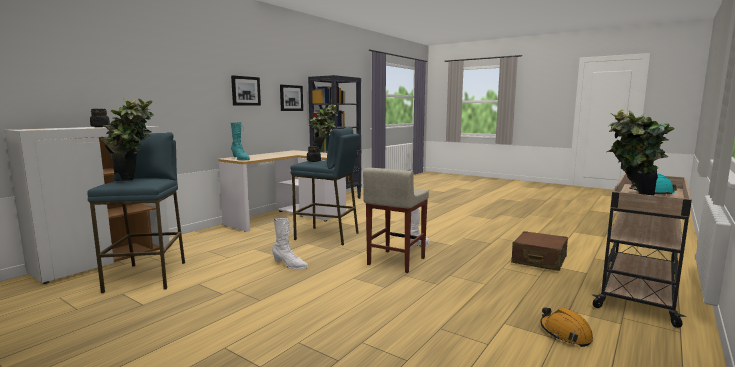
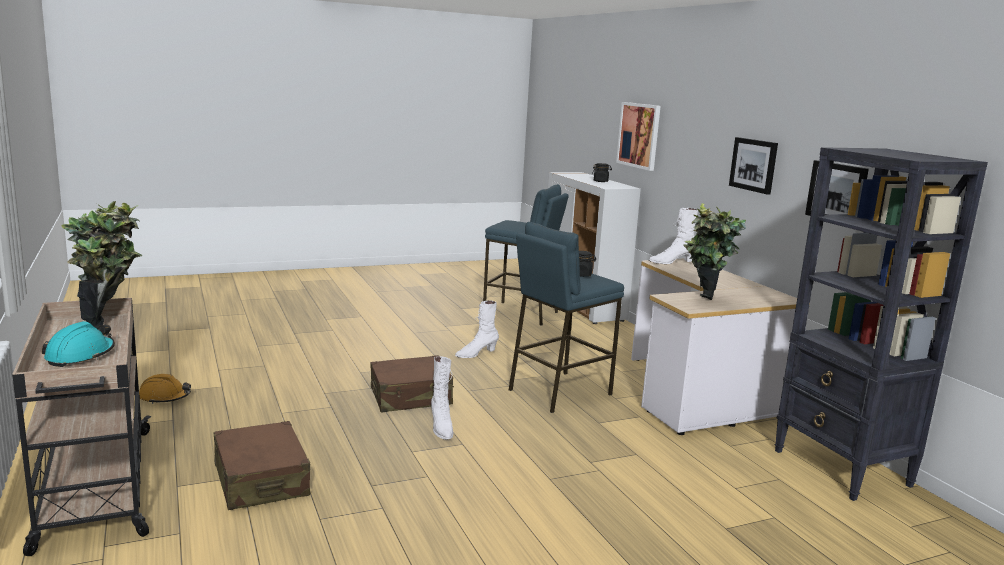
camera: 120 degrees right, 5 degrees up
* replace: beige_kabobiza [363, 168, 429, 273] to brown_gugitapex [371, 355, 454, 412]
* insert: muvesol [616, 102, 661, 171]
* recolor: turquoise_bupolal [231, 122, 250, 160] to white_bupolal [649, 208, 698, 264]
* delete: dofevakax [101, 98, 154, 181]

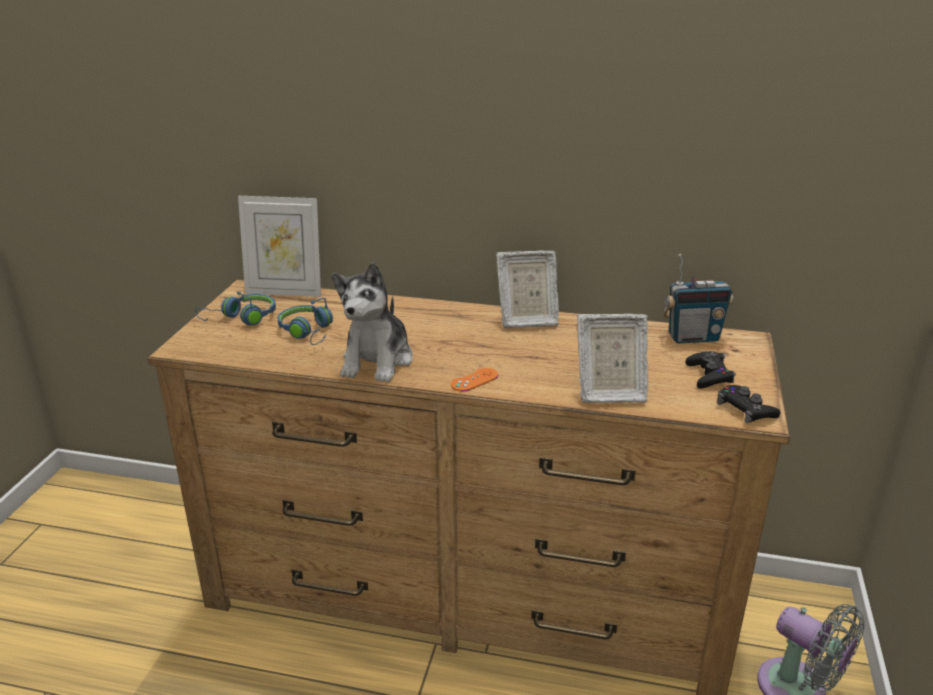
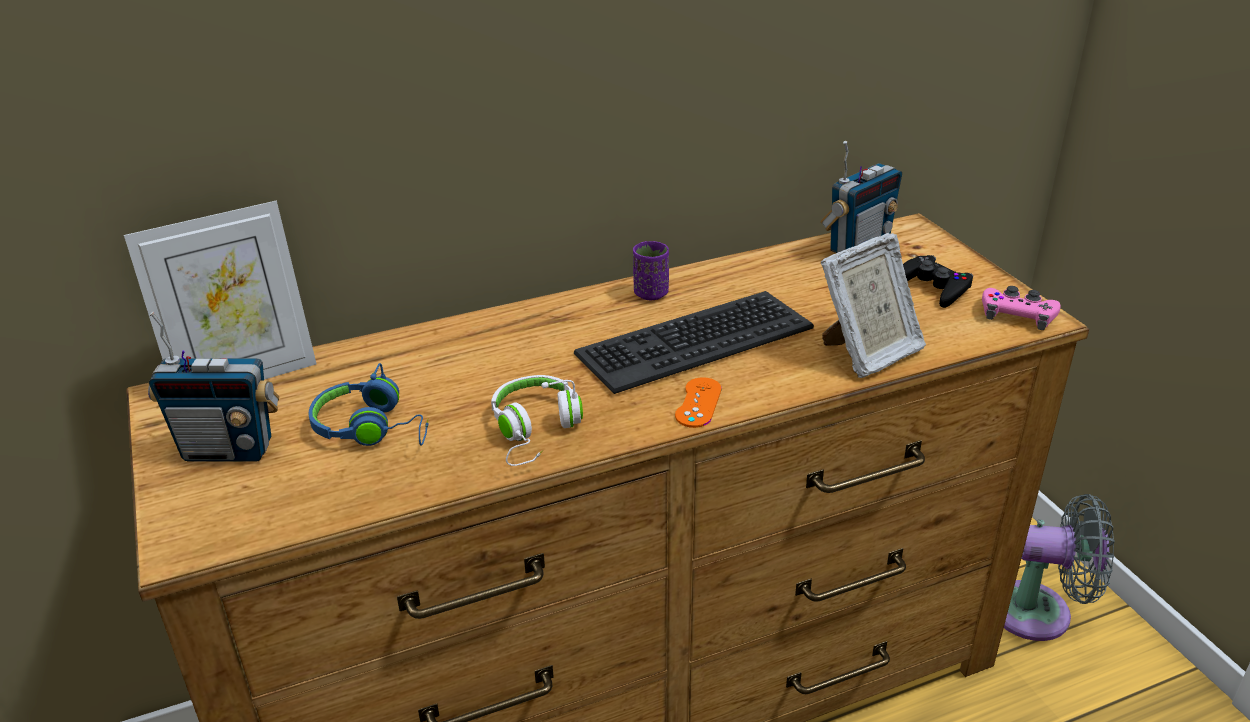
camera: 35 degrees left, 5 degrees up
* replace: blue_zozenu [195, 291, 276, 325] to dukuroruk [148, 312, 279, 462]
* replace: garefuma [332, 262, 413, 383] to white_zozenu [491, 375, 583, 466]
* insert: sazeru [574, 291, 814, 394]
* replace: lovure [496, 251, 559, 328] to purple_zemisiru [633, 241, 669, 300]
* recolor: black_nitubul [717, 385, 780, 423] to pink_nitubul [982, 286, 1061, 330]

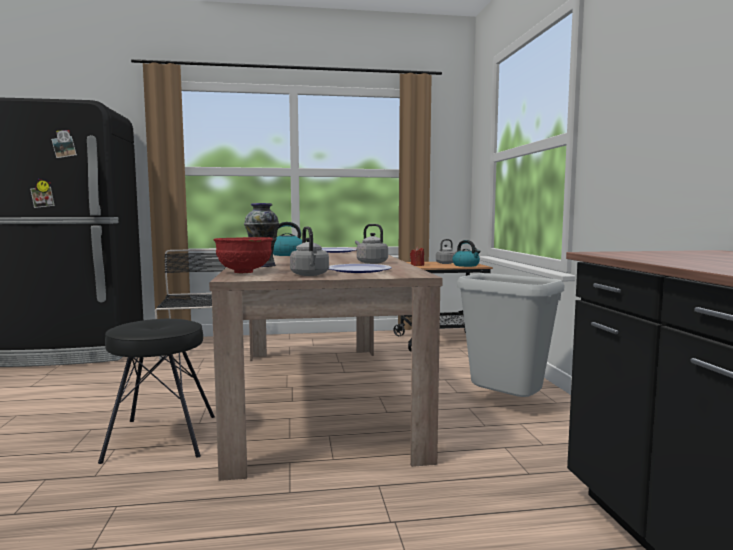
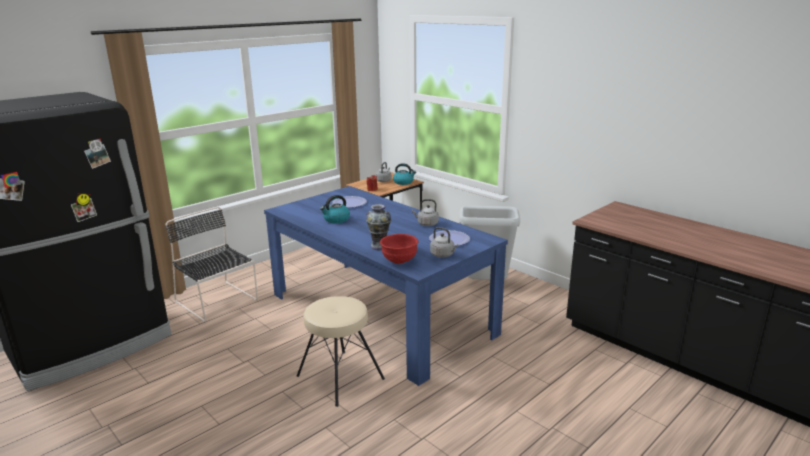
camera: 35 degrees left, 15 degrees up
* recolor: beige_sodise [209, 248, 443, 481] to blue_sodise [264, 186, 508, 386]
* recolor: black_kabobiza [98, 319, 215, 464] to beige_kabobiza [297, 296, 385, 407]

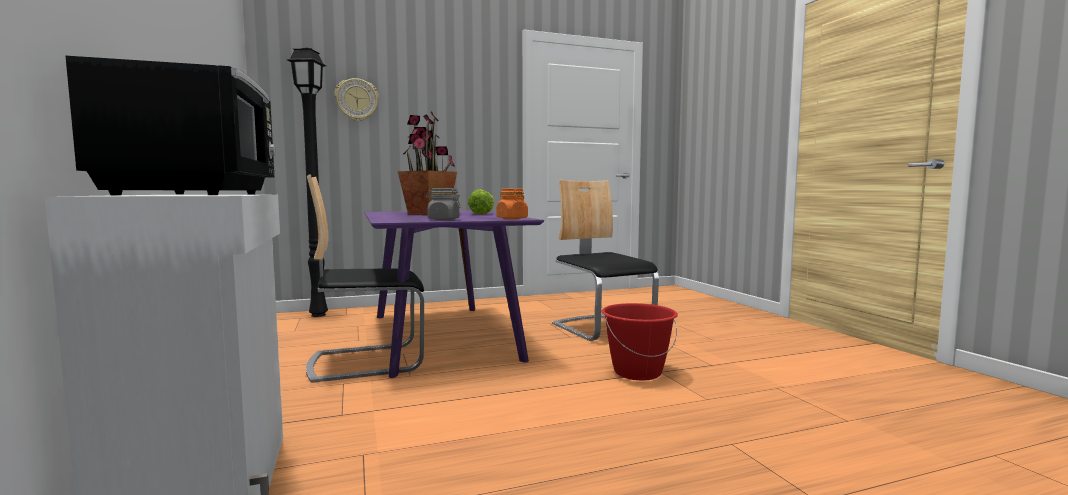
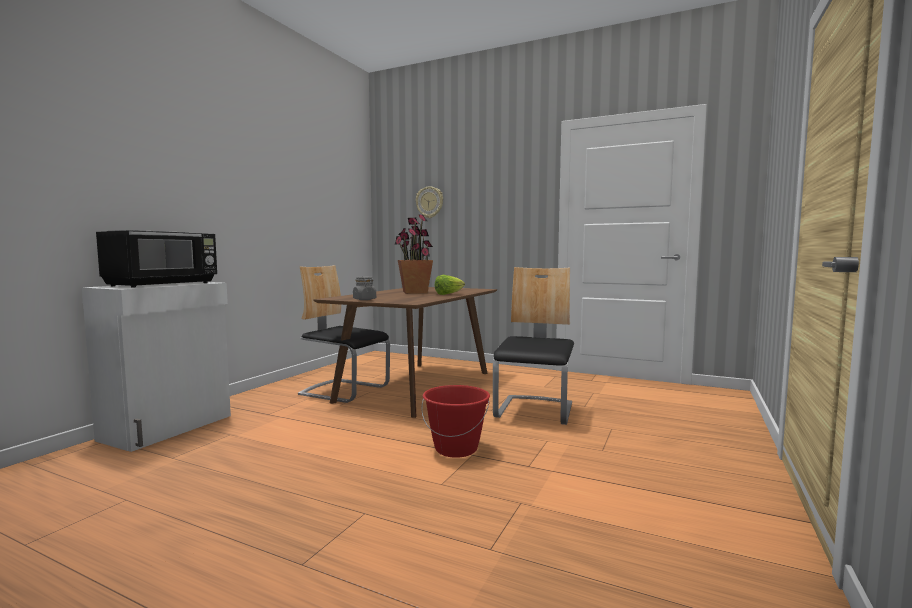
camera: 45 degrees right, 0 degrees up
* recolor: purple_sodise [364, 210, 544, 378] to brown_sodise [313, 287, 497, 418]
* delete: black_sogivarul [287, 48, 328, 317]
* delete: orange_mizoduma [496, 188, 528, 219]

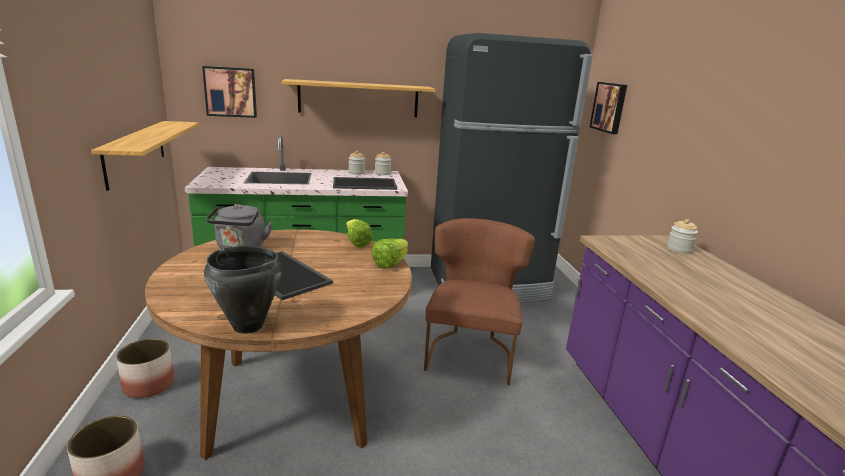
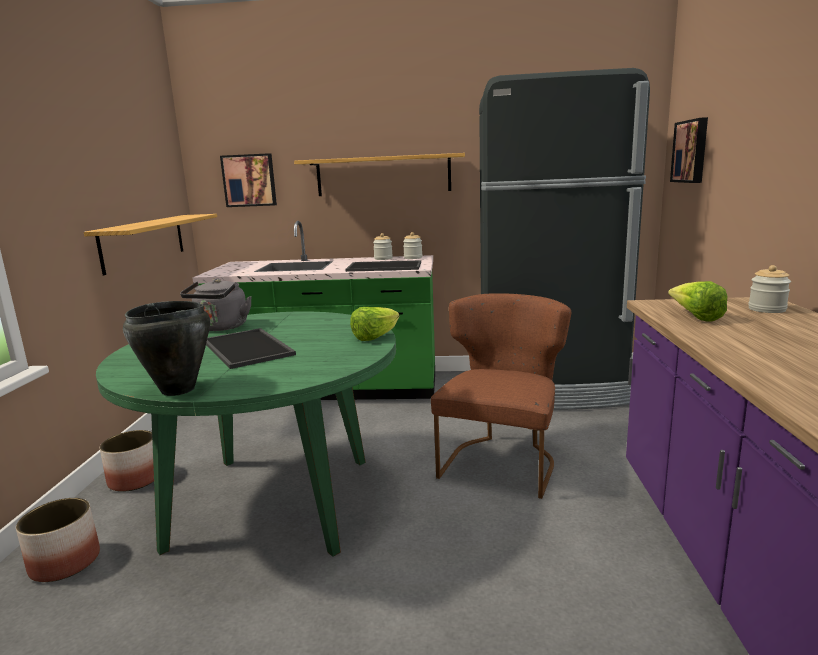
camera: 15 degrees right, 5 degrees down
* recolor: brown_sodise [145, 229, 412, 460] to green_sodise [96, 311, 396, 557]
* move: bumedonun [346, 219, 373, 247] to [668, 281, 728, 322]

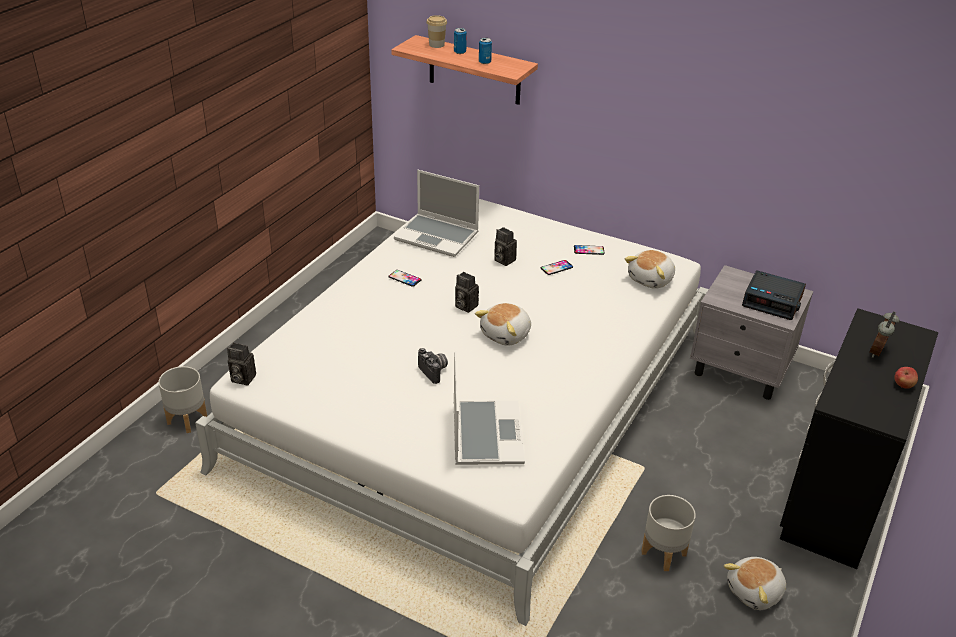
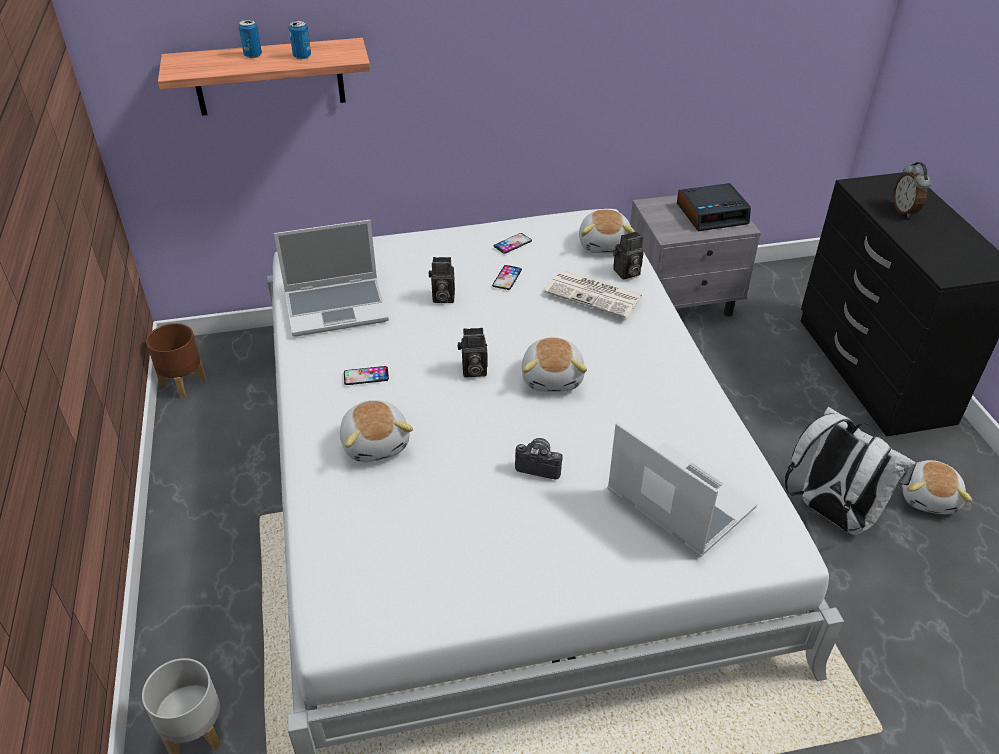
camera: 40 degrees left, 5 degrees up
* insert: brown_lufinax [146, 323, 206, 398]
* insert: garefuma [340, 400, 413, 462]
* insert: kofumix [544, 270, 643, 318]
* move: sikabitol [227, 343, 256, 386] to [613, 231, 644, 279]
* replace: grey_lufinax [641, 495, 696, 571] to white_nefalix [785, 407, 916, 535]
* delete: zemisiru [426, 15, 447, 48]
* delete: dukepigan [894, 367, 918, 389]

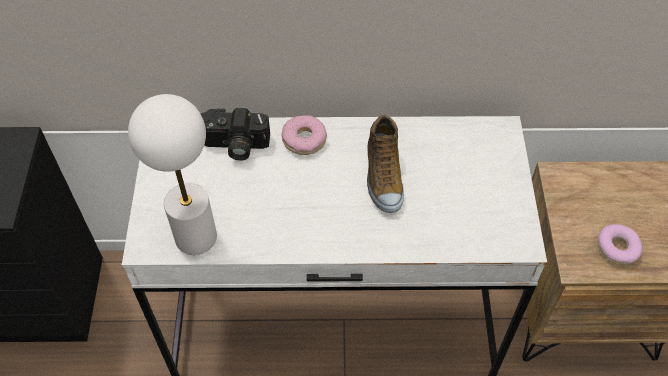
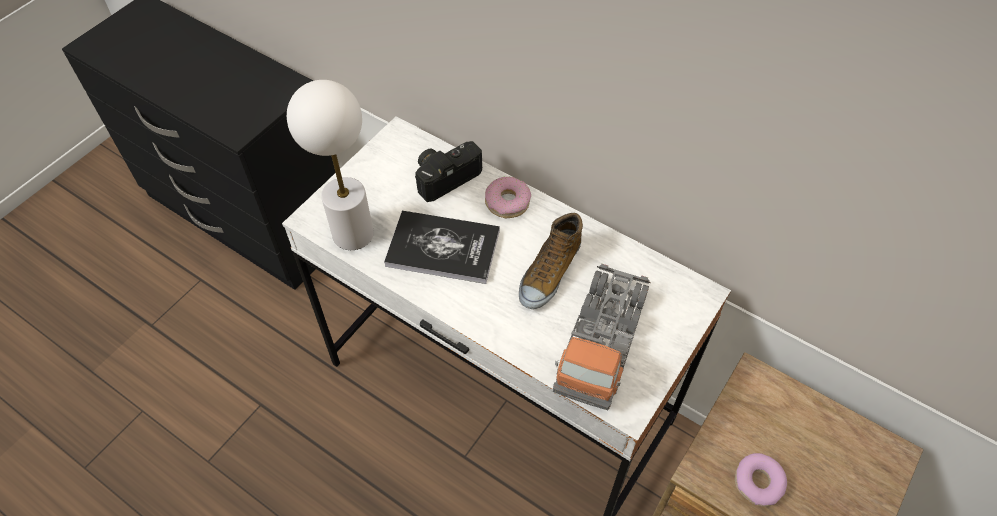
camera: 35 degrees right, 0 degrees up
* insert: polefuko [384, 211, 500, 284]
* rotate: sikabitol [201, 108, 270, 161] = [415, 141, 482, 202] 105 degrees clockwise
* insert: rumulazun [553, 264, 650, 410]

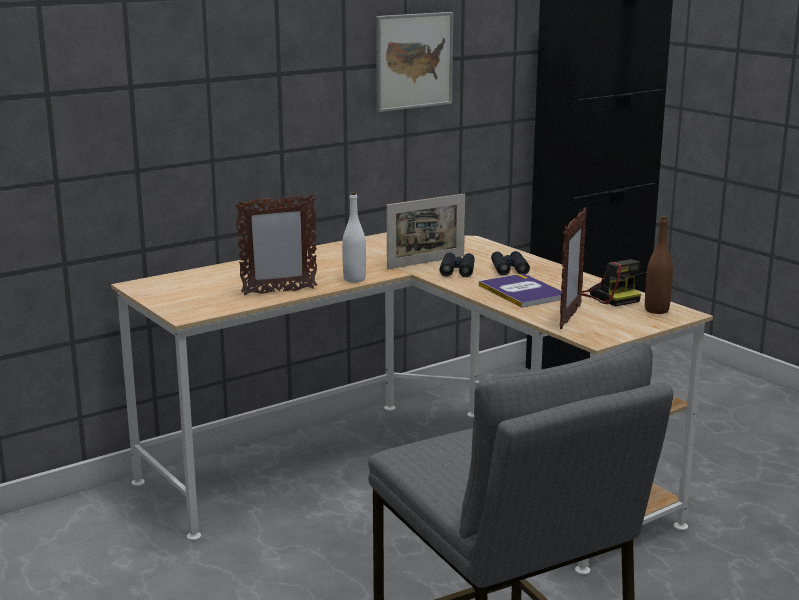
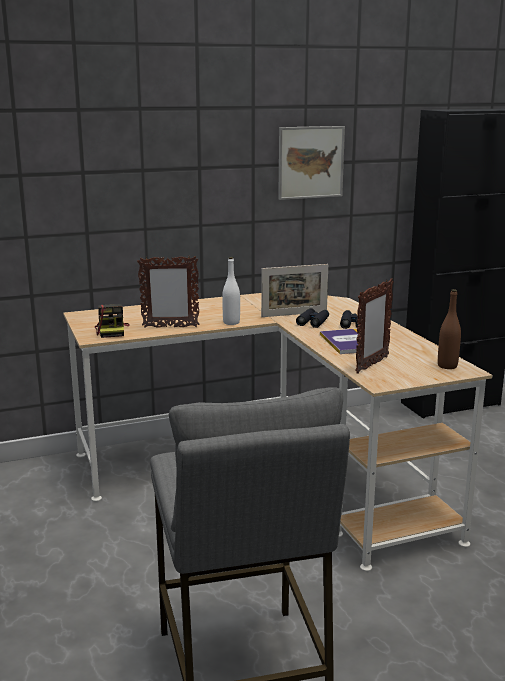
camera: 15 degrees right, 0 degrees up
* move: sikabitol [581, 259, 641, 307] to [95, 304, 130, 338]

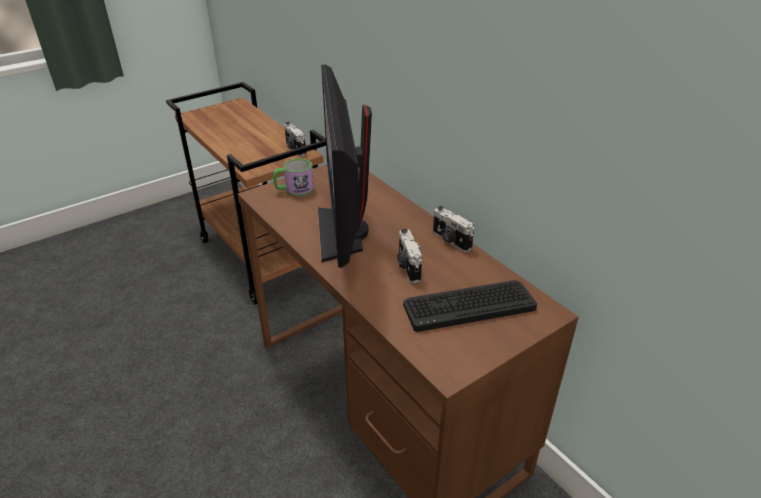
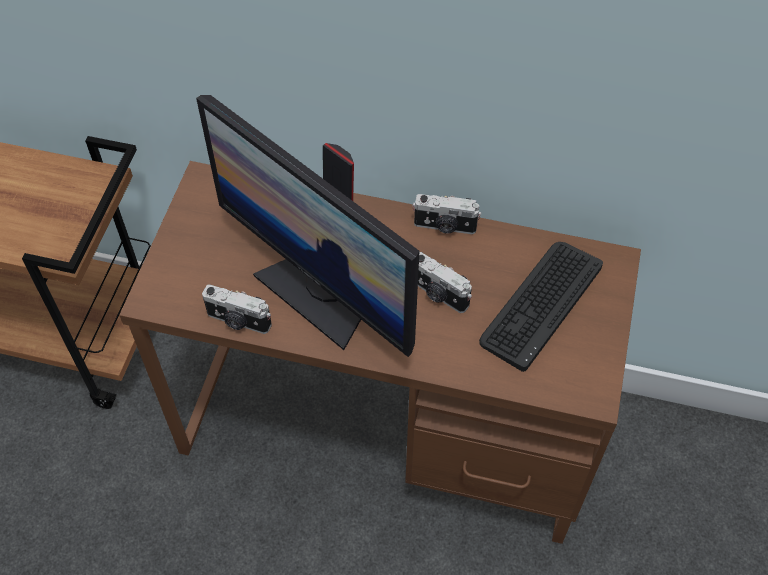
camera: 40 degrees left, 20 degrees up
* move: sikabitol [284, 122, 306, 157] to [202, 284, 272, 334]
* delete: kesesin [273, 158, 314, 196]

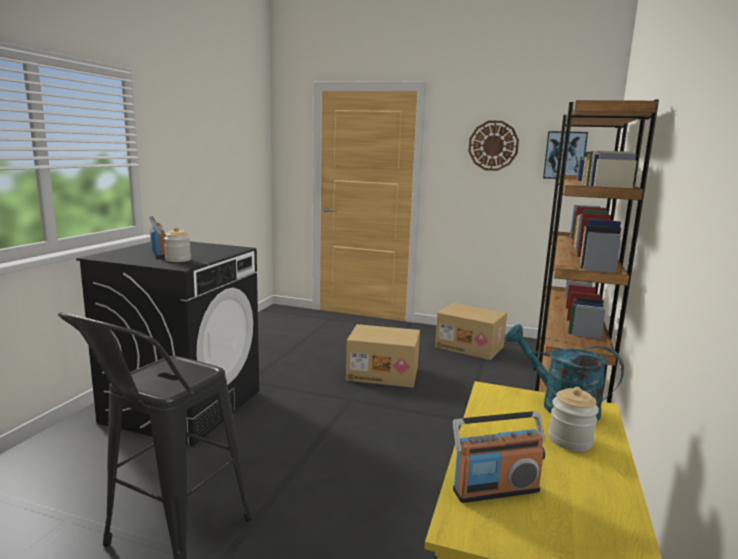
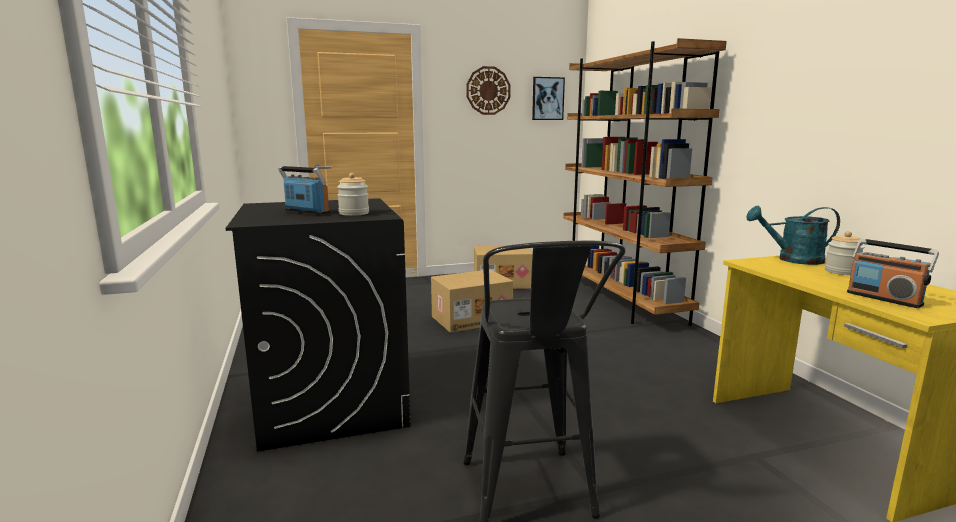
camera: 35 degrees left, 0 degrees up
* rotate: dukuroruk [453, 411, 545, 503] = [847, 239, 939, 308] 105 degrees clockwise

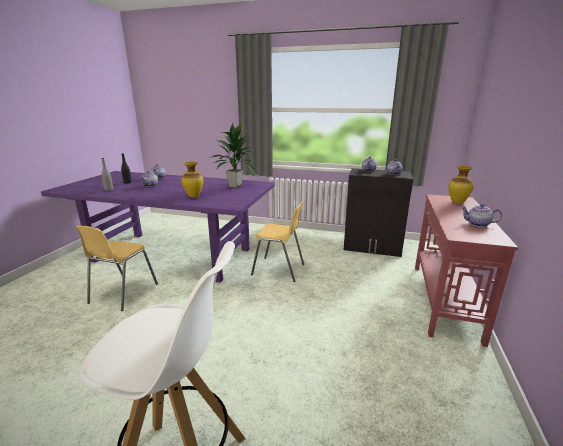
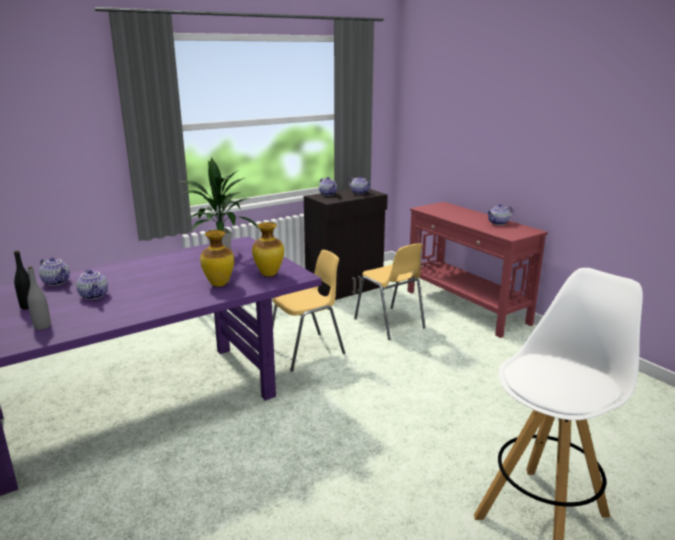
camera: 50 degrees left, 0 degrees up
* move: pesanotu [448, 166, 474, 204] to [252, 222, 284, 276]
* move: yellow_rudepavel [76, 226, 158, 311] to [354, 243, 425, 340]

